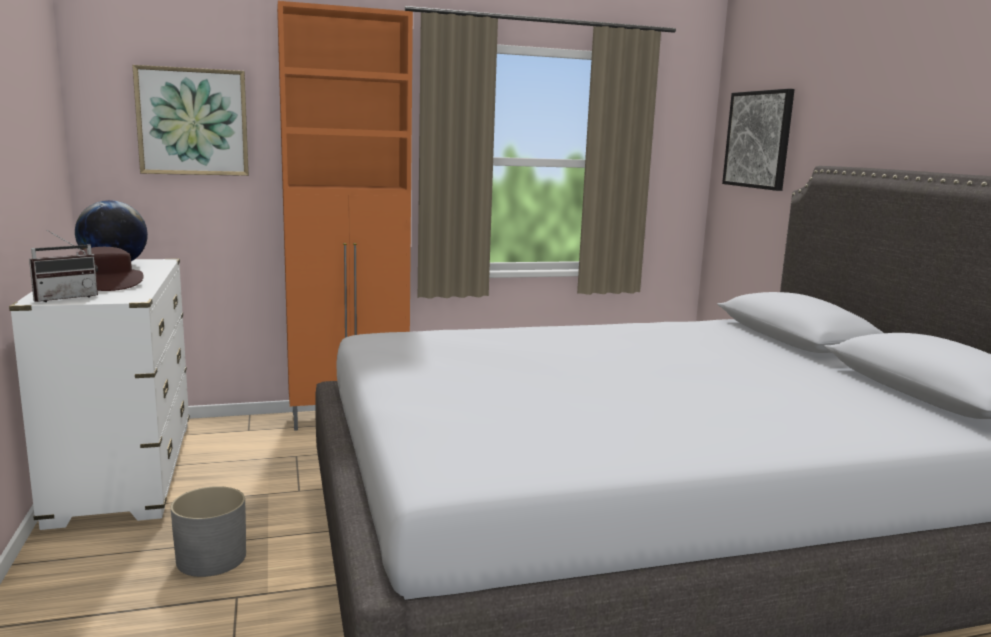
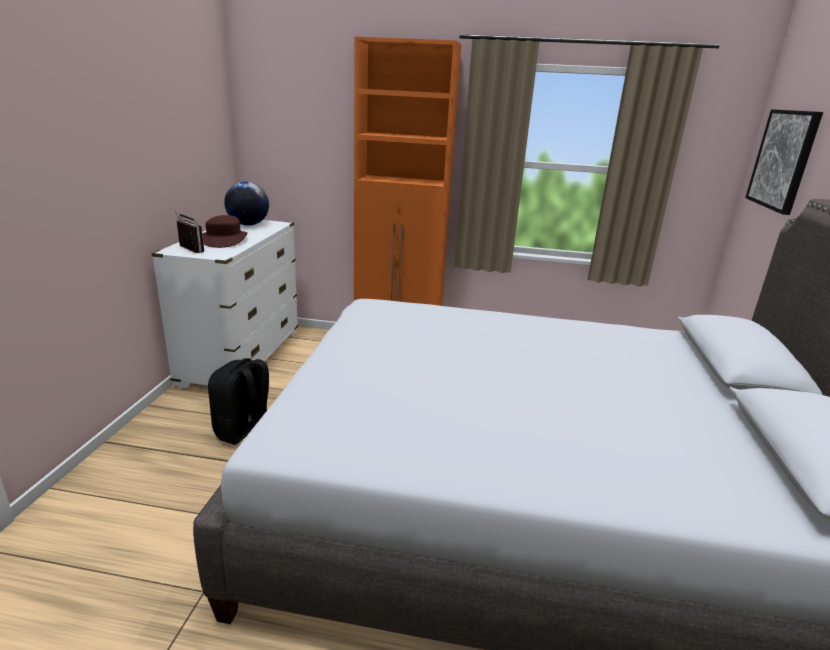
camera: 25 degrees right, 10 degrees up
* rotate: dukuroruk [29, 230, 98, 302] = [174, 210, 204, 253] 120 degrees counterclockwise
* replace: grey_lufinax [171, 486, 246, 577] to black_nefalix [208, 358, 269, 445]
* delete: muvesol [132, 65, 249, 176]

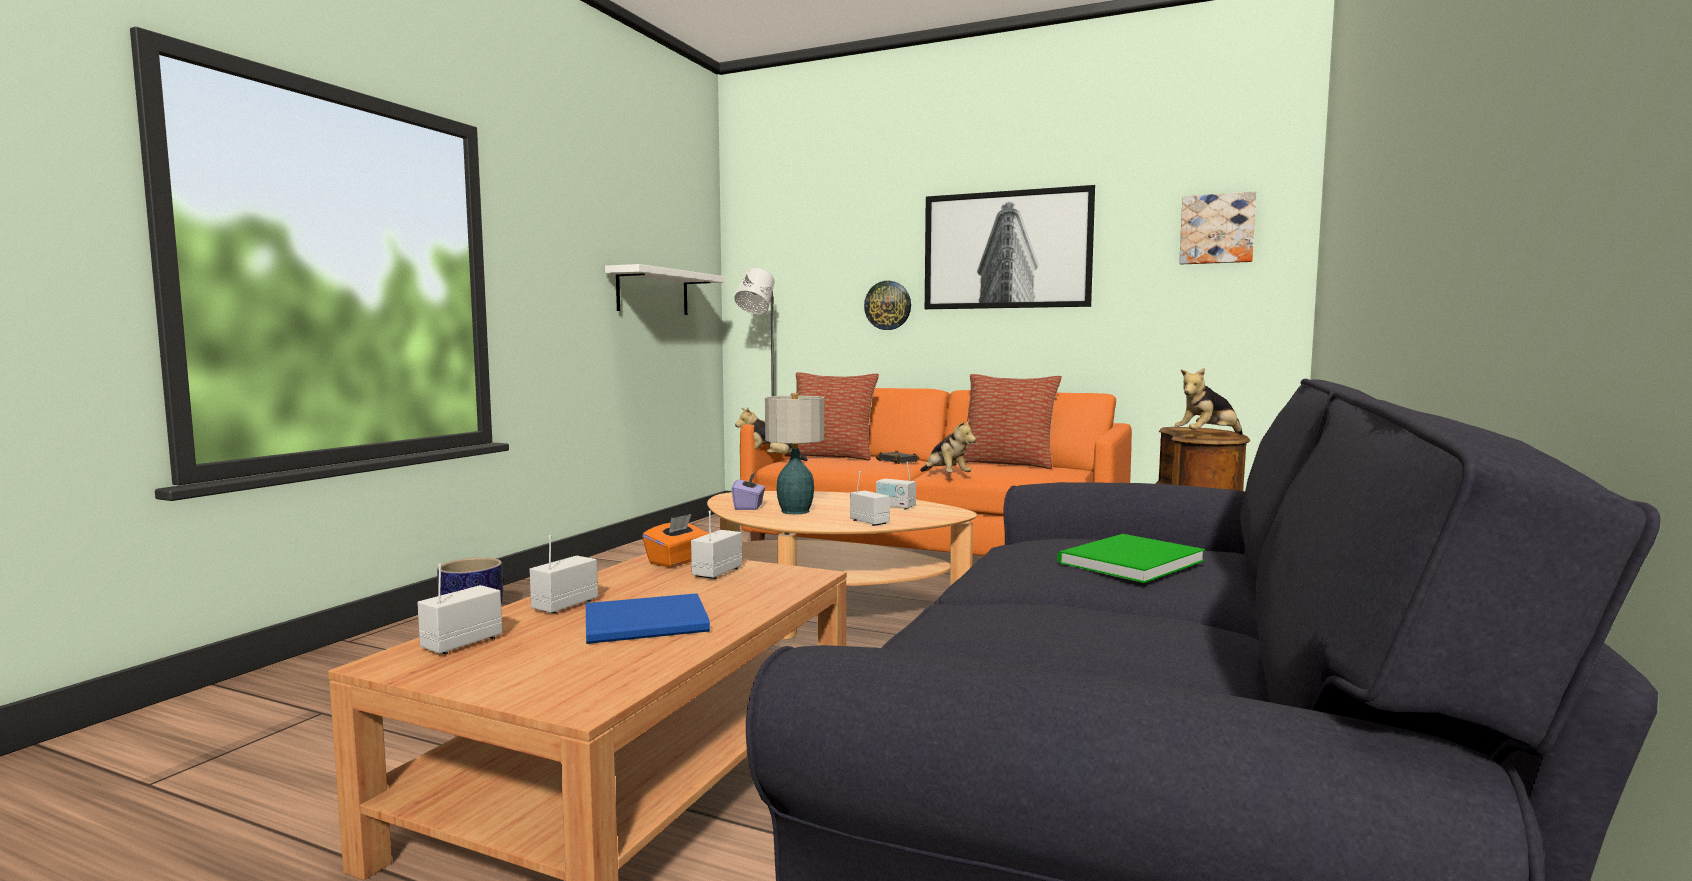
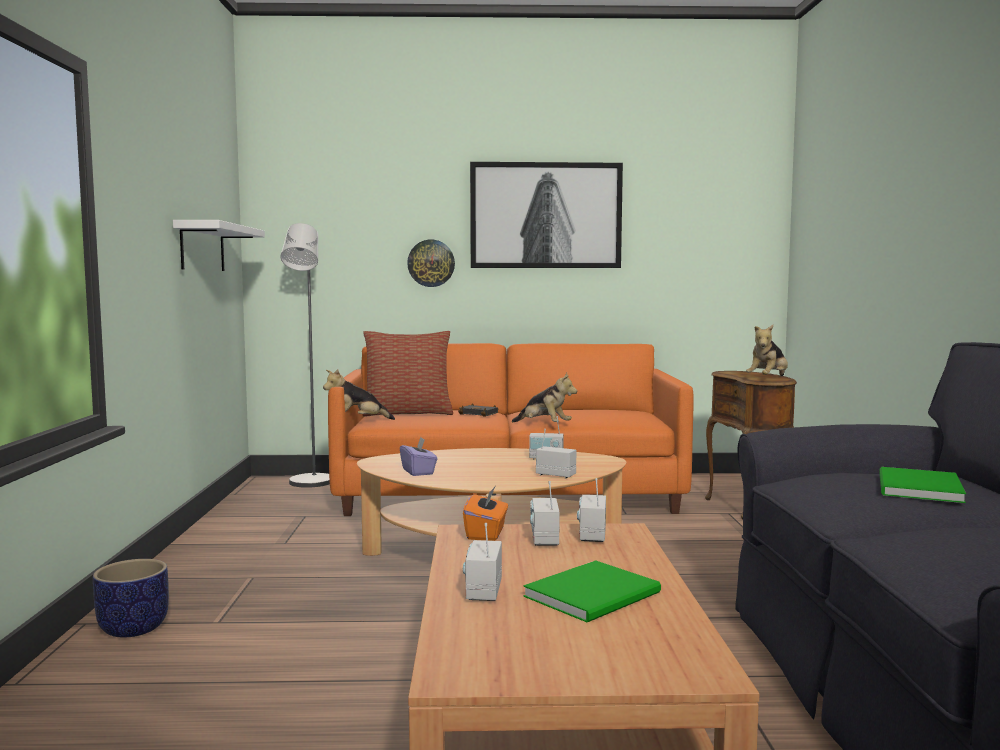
camera: 25 degrees left, 0 degrees up
* recolor: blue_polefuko [586, 593, 710, 644] to green_polefuko [523, 560, 661, 622]
* move: dukuroruk [417, 563, 502, 654] to [577, 478, 606, 542]
* delete: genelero [765, 393, 824, 514]
* delete: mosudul [964, 374, 1062, 469]
* delete: muvesol [1179, 192, 1256, 265]

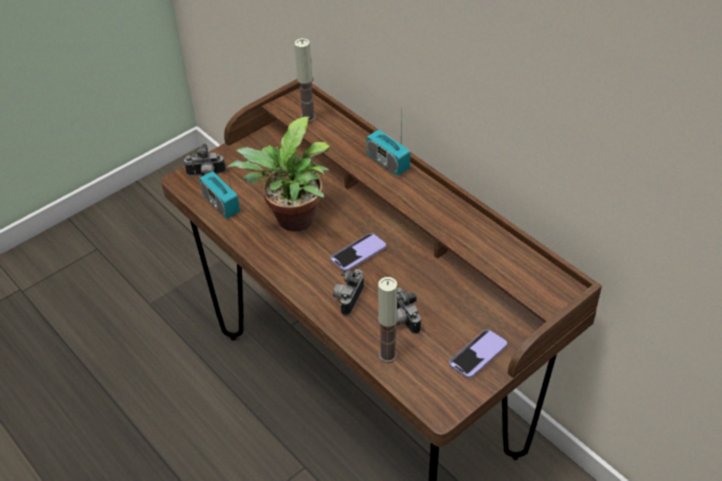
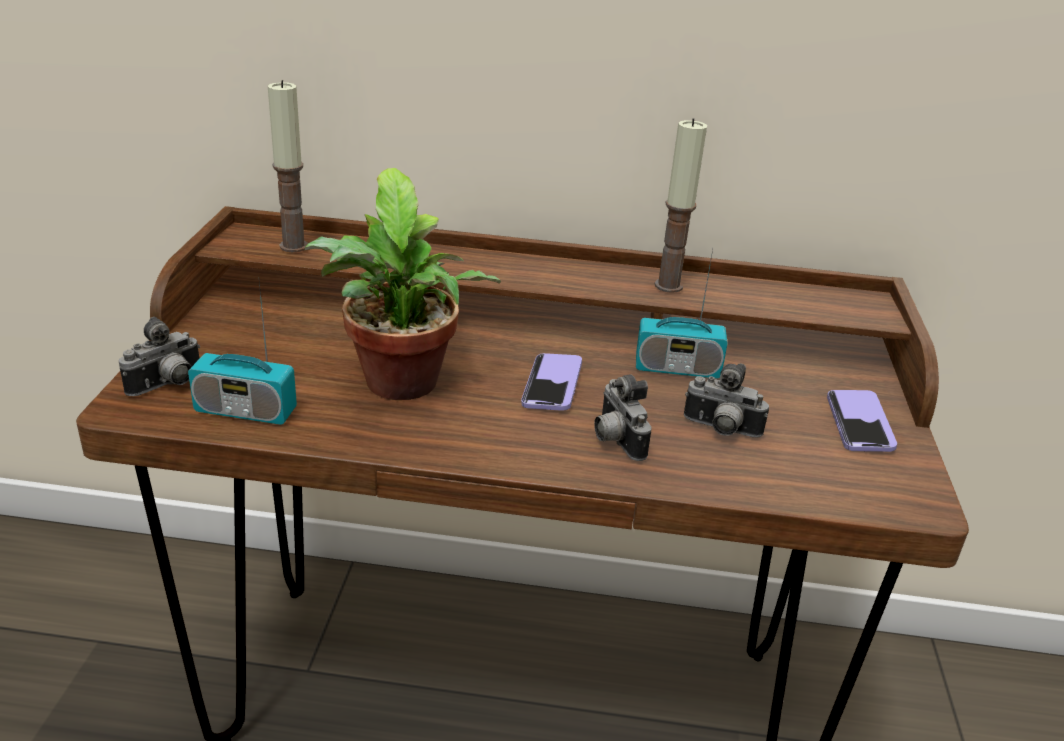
camera: 45 degrees left, 15 degrees down
* move: dukuroruk [366, 108, 410, 176] to [636, 249, 728, 379]
* move: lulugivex [378, 277, 398, 363] to [655, 118, 707, 293]

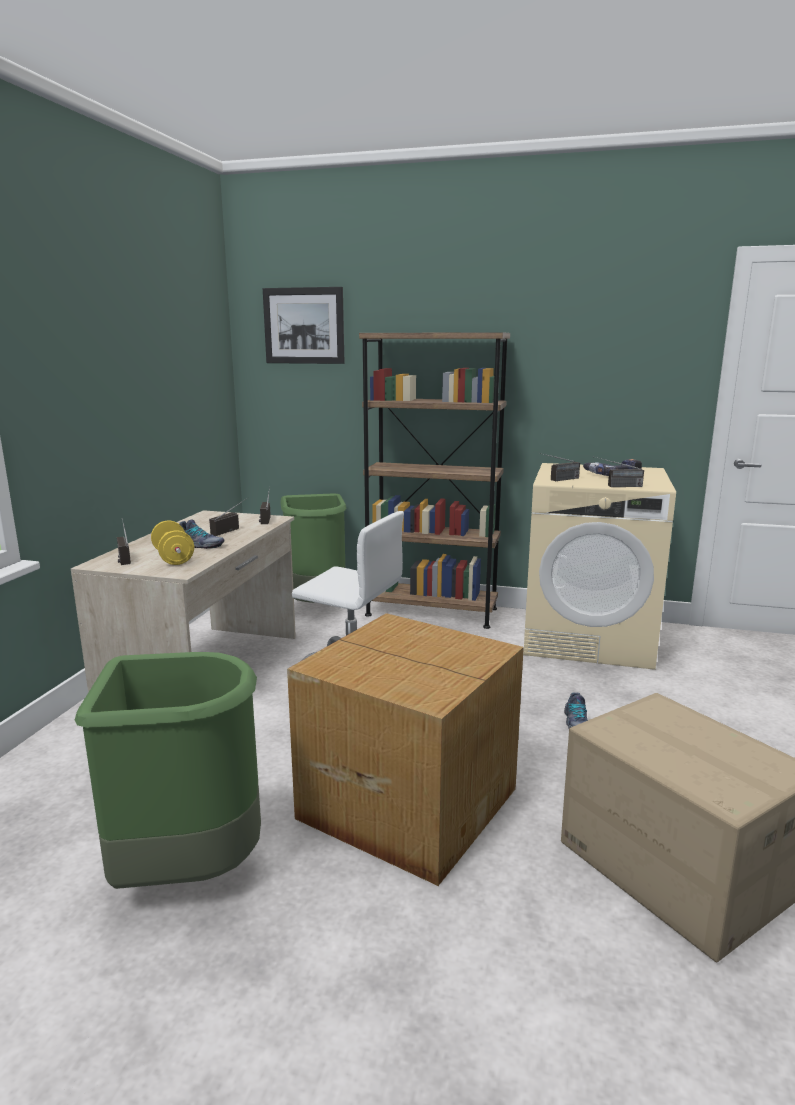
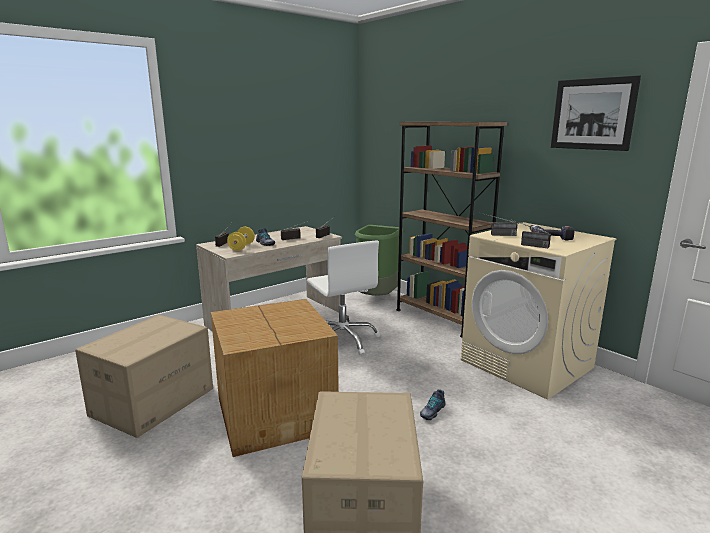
camera: 35 degrees right, 0 degrees up
* replace: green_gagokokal [75, 652, 261, 889] to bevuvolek [75, 315, 213, 438]
* move: muvesol [263, 287, 345, 364] to [551, 75, 641, 151]

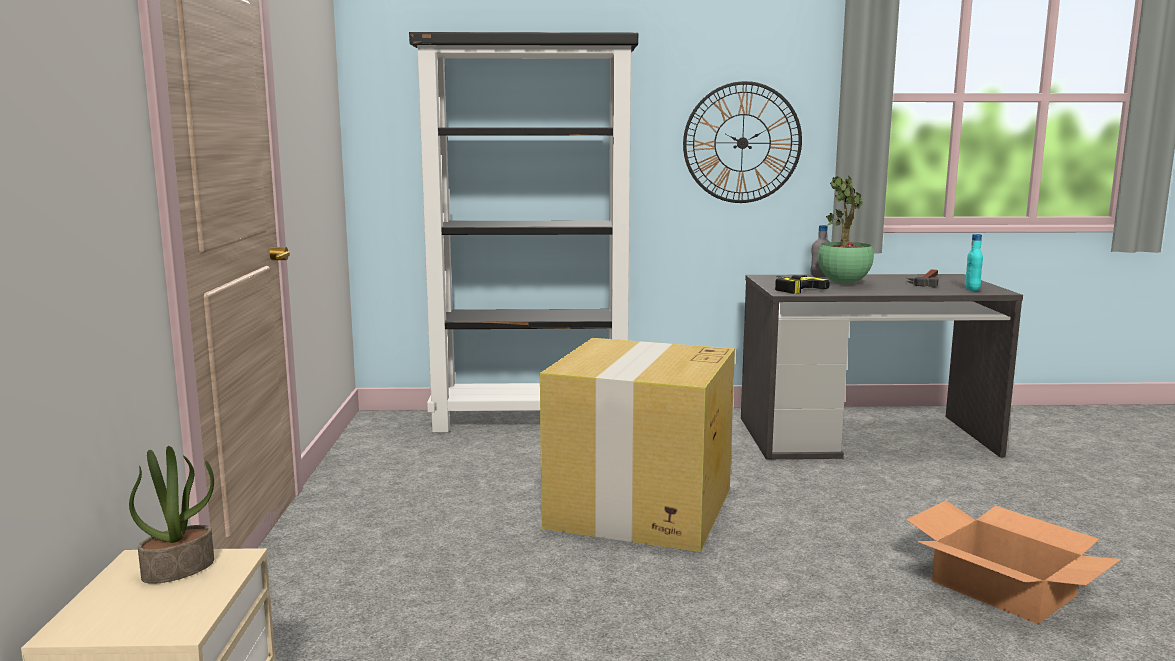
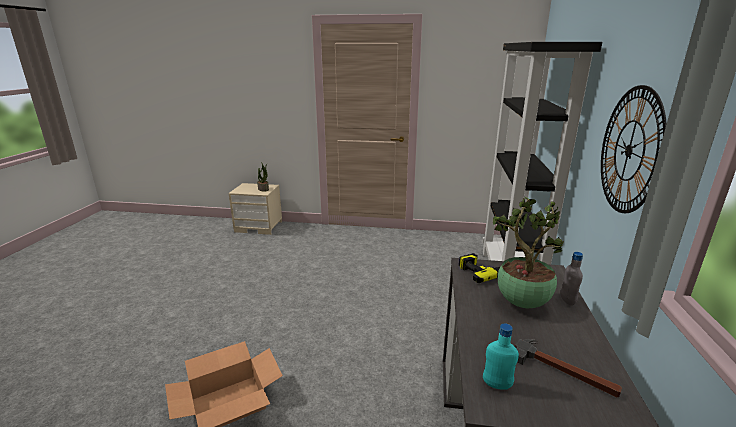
camera: 100 degrees right, 10 degrees up
* delete: bevuvolek [540, 338, 735, 552]

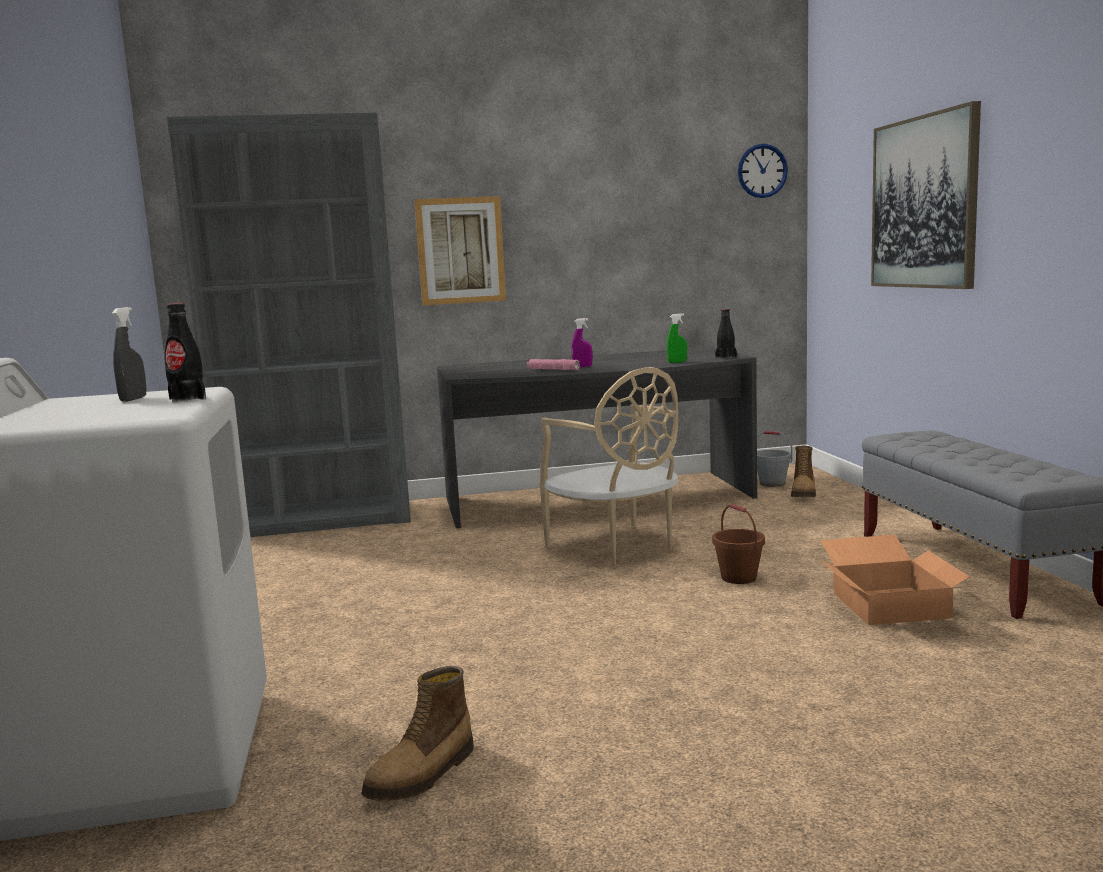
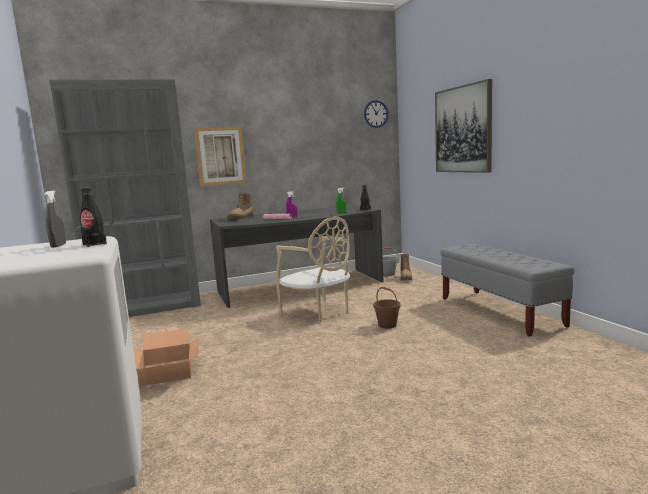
camera: 10 degrees left, 0 degrees up
* move: bevuvolek [819, 535, 972, 625] to [133, 328, 199, 386]
* move: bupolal [362, 666, 474, 801] to [227, 193, 254, 219]

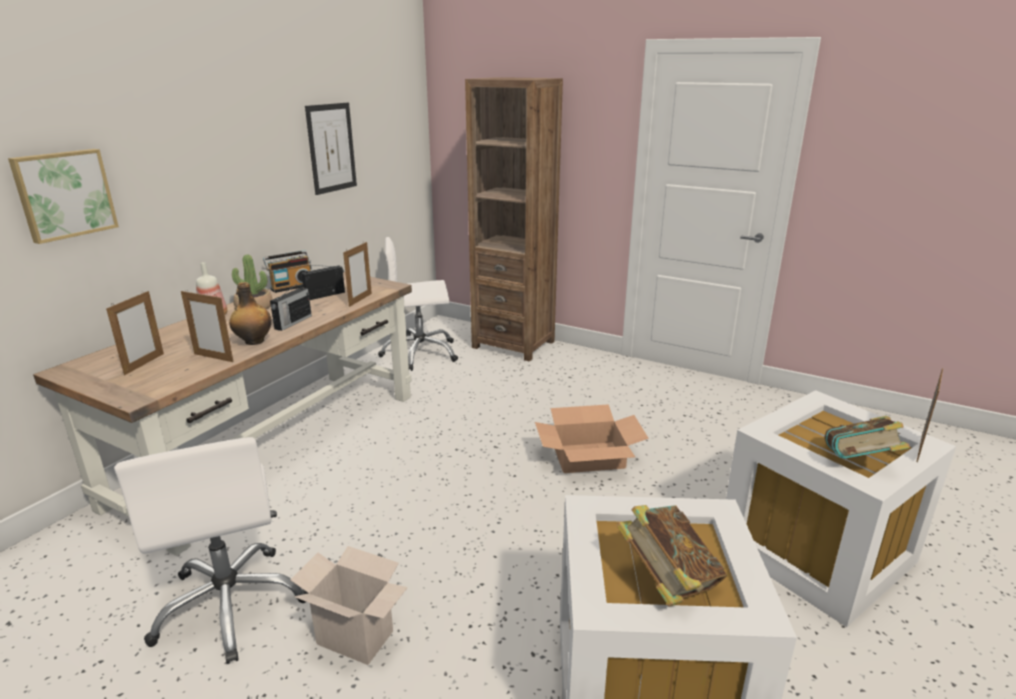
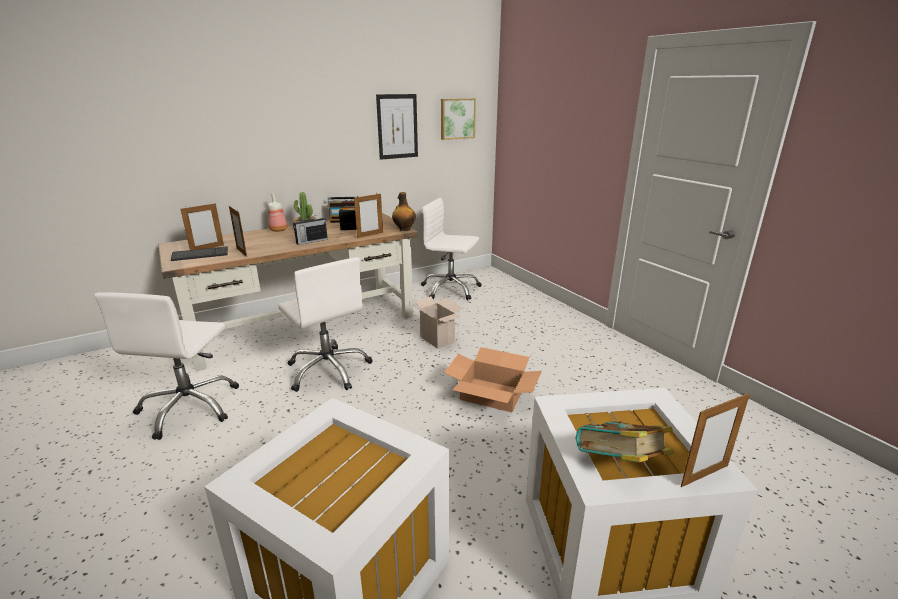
camera: 30 degrees right, 0 degrees up
* insert: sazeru [171, 246, 228, 261]
* insert: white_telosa [278, 257, 373, 392]
* move: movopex [229, 282, 272, 345] to [392, 192, 416, 231]
* move: bevuvolek [290, 546, 408, 665] to [413, 296, 463, 349]
* move: muvesol [8, 149, 119, 244] to [441, 98, 476, 140]
* delete: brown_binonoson [465, 77, 563, 361]
* delete: polefuko [616, 505, 727, 607]

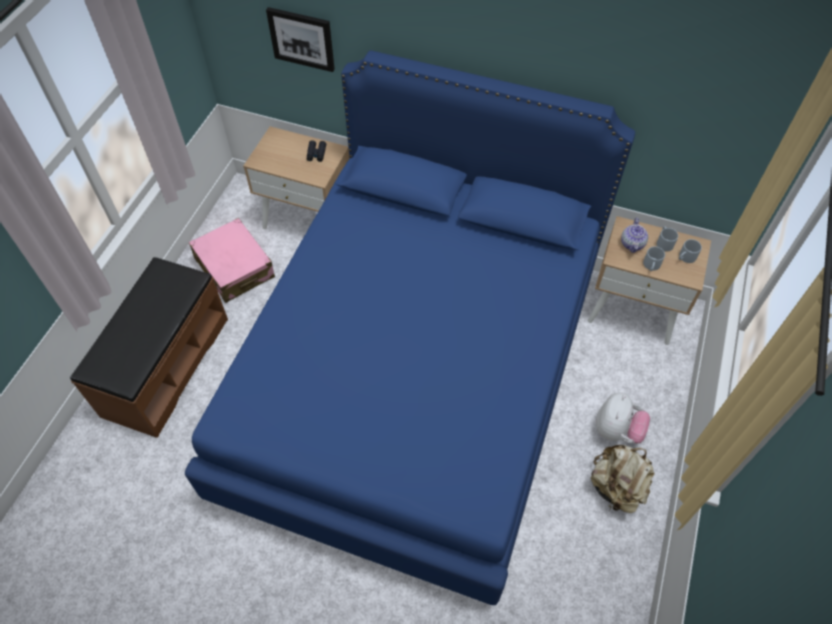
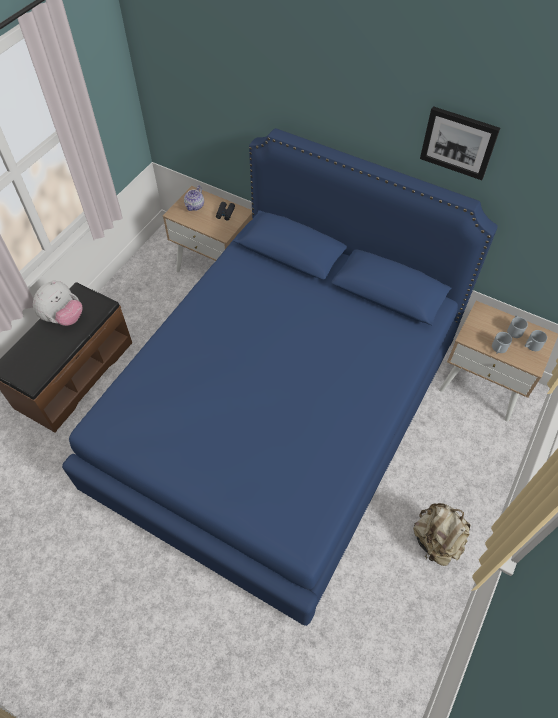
camera: 10 degrees right, 0 degrees up
* move: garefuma [596, 392, 650, 443] to [33, 280, 83, 326]
* move: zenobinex [621, 218, 648, 253] to [184, 185, 204, 211]
* move: muvesol [266, 7, 335, 72] to [420, 106, 500, 180]
* delete: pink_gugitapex [189, 218, 275, 303]

